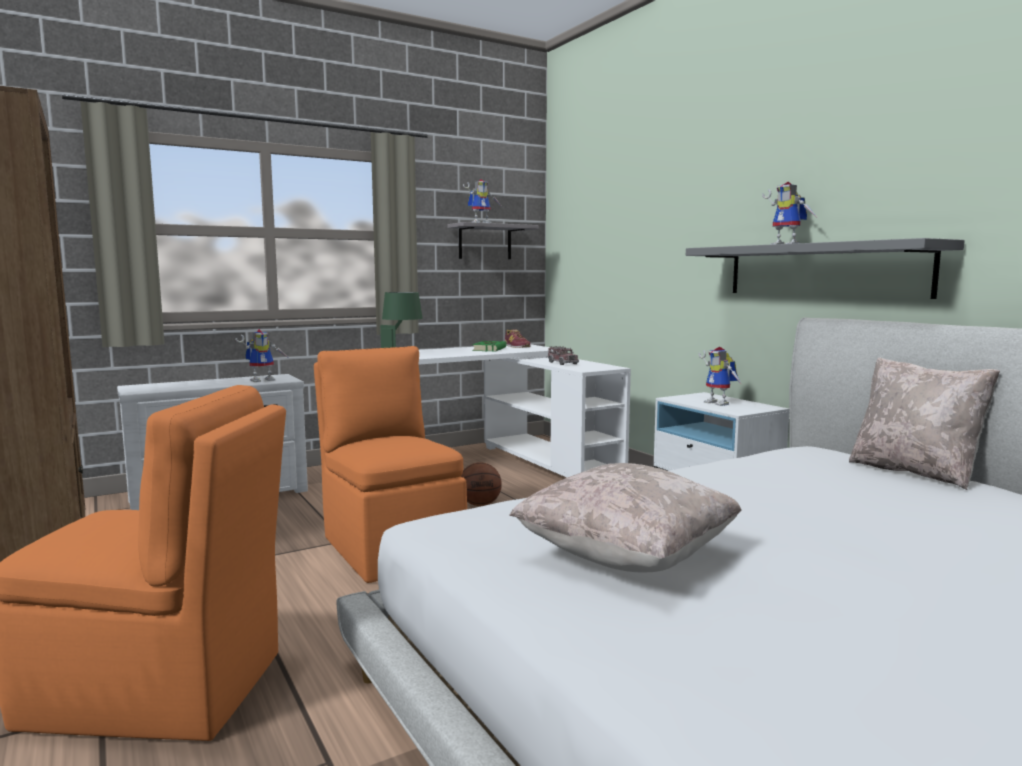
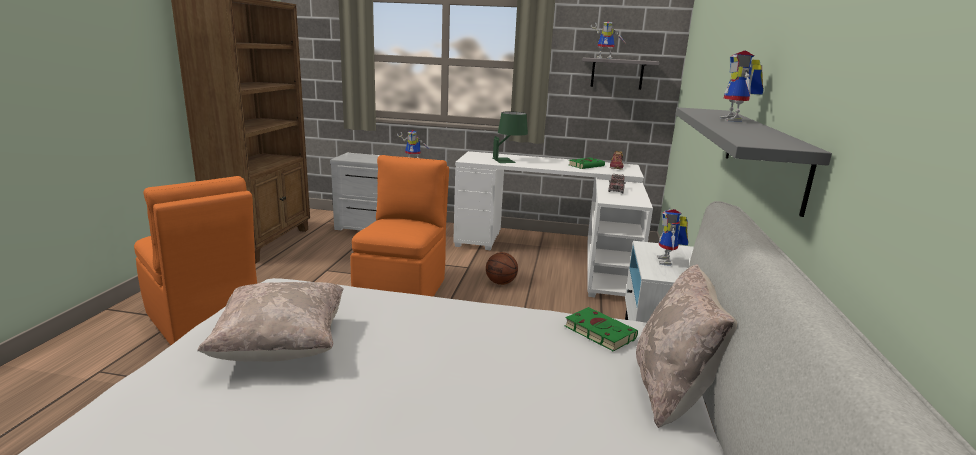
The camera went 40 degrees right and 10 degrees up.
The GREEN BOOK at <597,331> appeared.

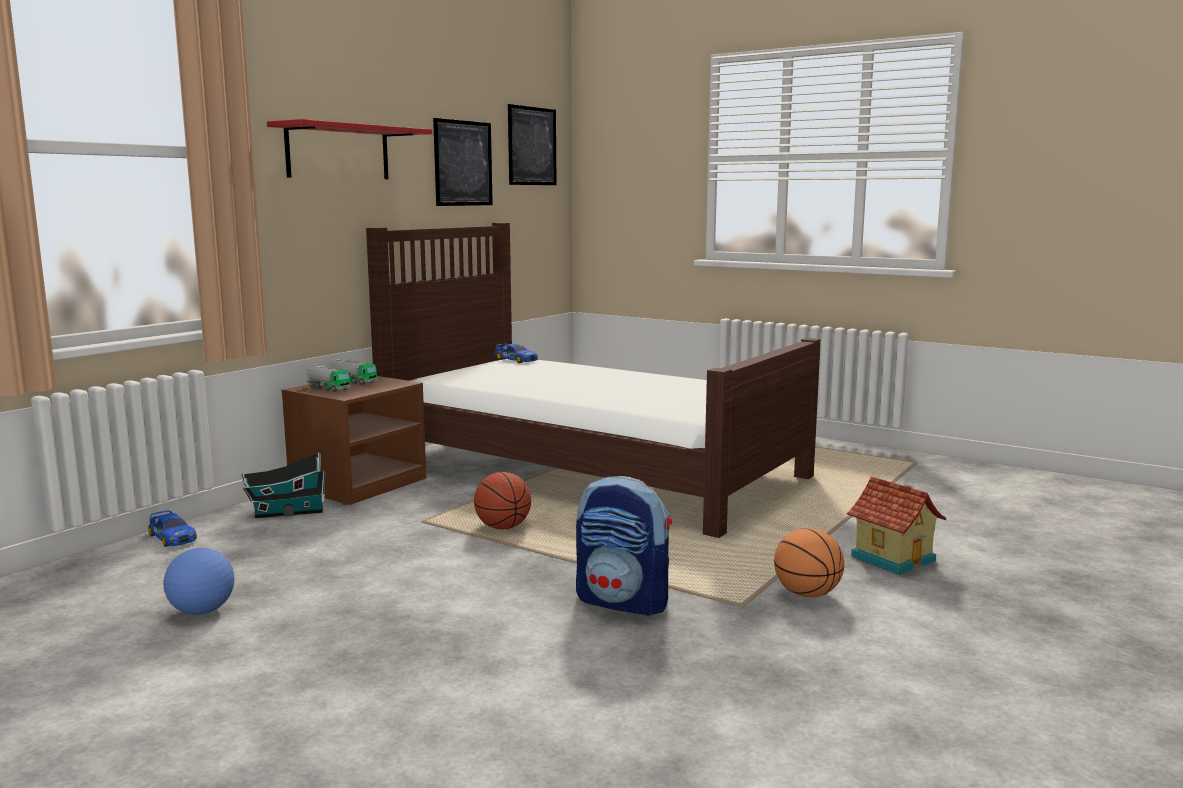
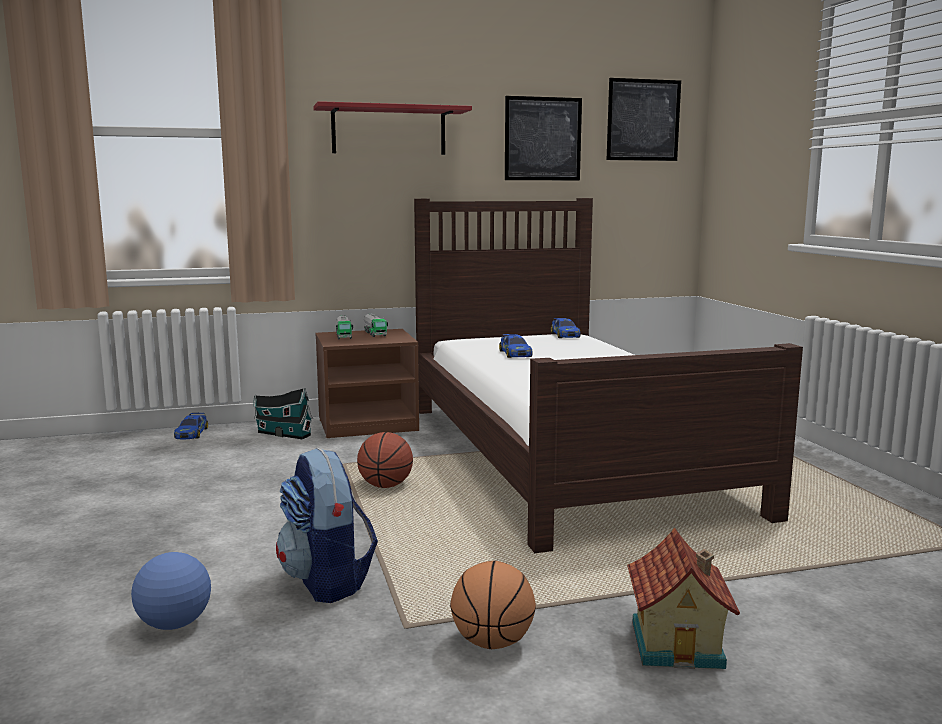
The camera went 40 degrees right and 0 degrees up.
The FOOTBALL moved from <201,611> to <174,624>.
The TOY CAR at <515,353> appeared.

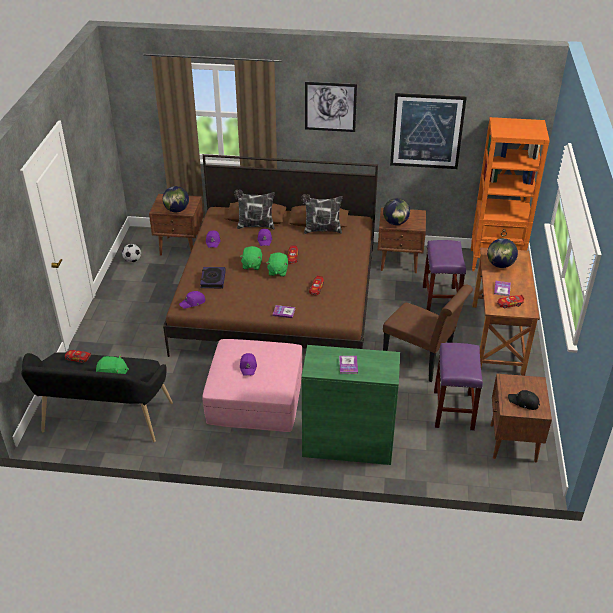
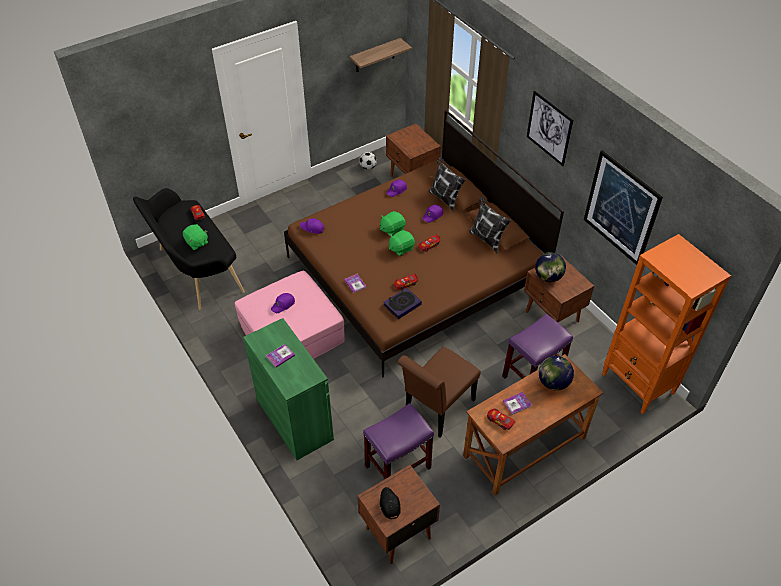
The camera went 50 degrees right and 10 degrees up.
The GLOBE at <177,210> disappeared.
The BOOK moved from <213,279> to <402,305>.
The BROWN CHAIR at <421,361> turned 45 degrees clockwise.
The SHELF at <375,55> appeared.

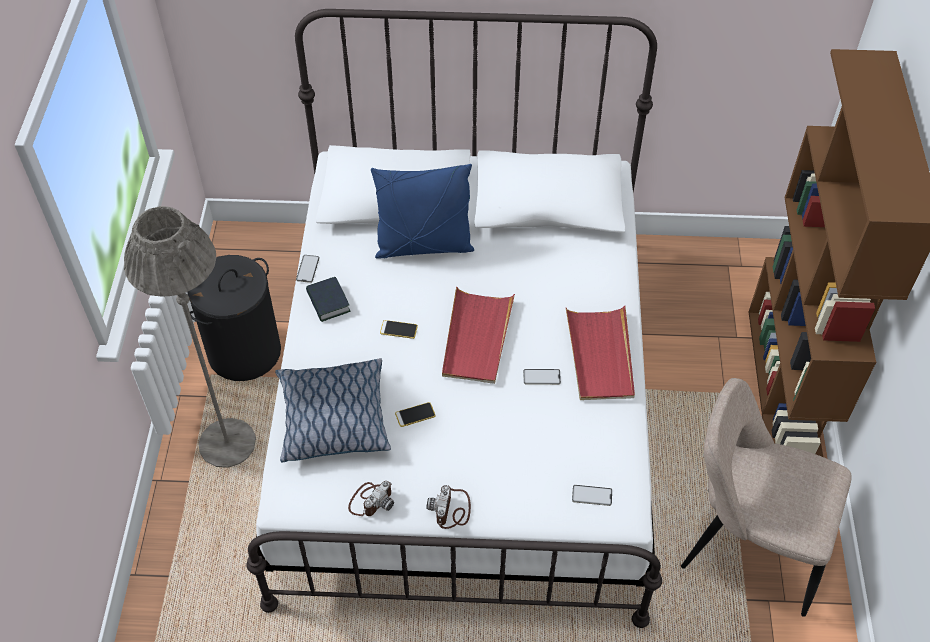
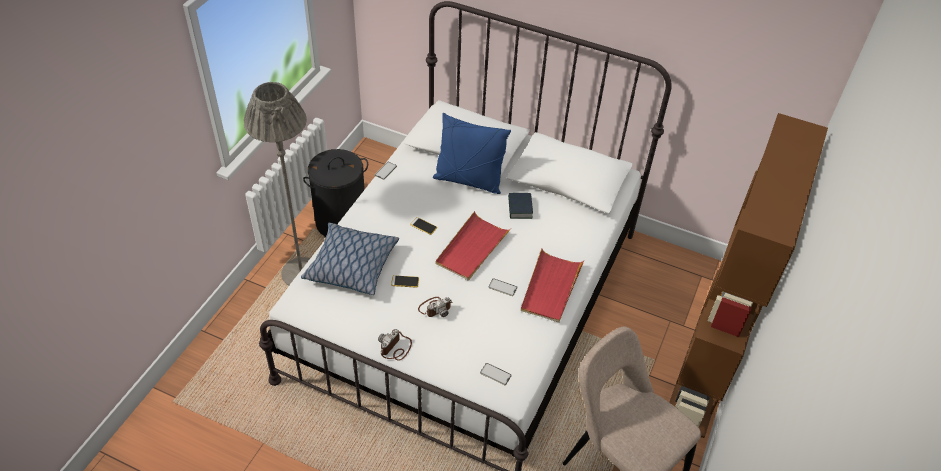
The camera went 20 degrees right and 5 degrees down.
The BOOK moved from <328,302> to <520,208>.
The PHOTO CAMERA moved from <371,500> to <435,308>.

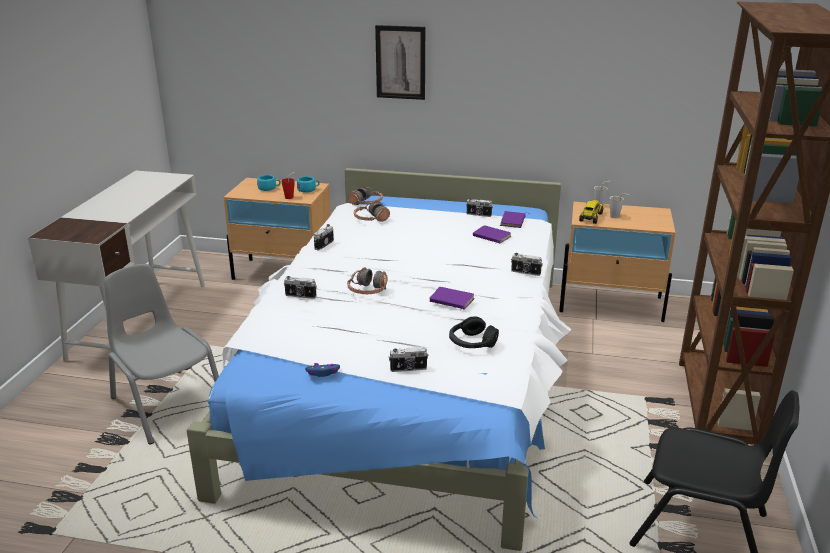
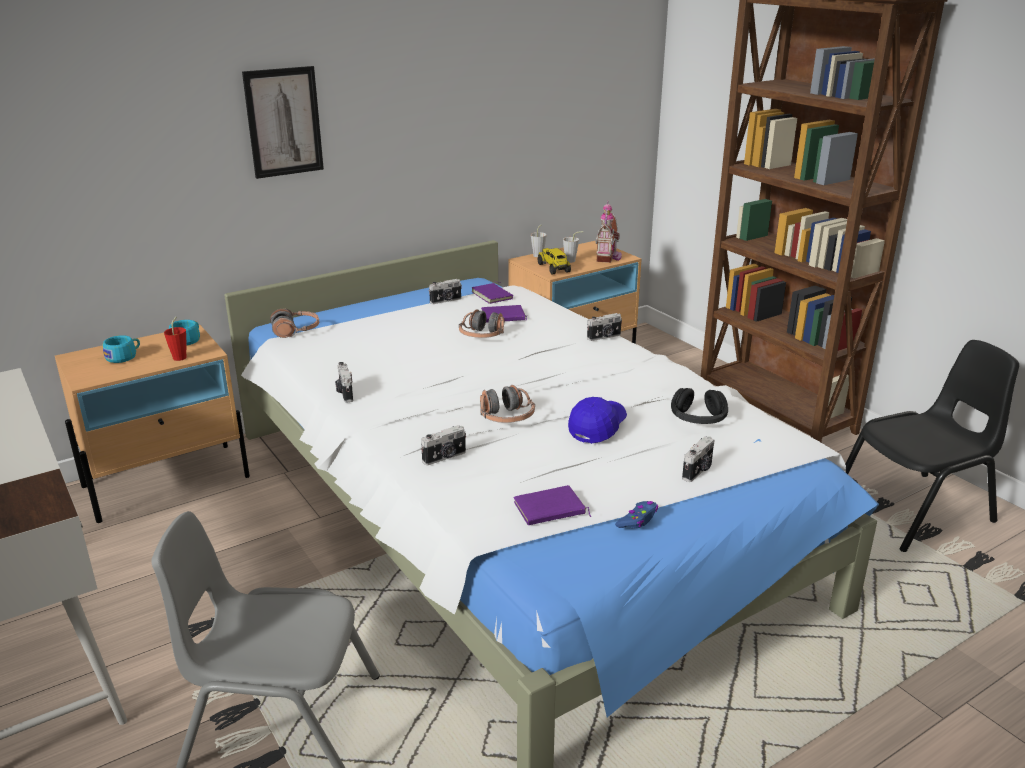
The camera went 45 degrees left and 0 degrees up.
The HEADPHONES moved from <371,219> to <482,335>.
The PURPLE BOOK moved from <451,301> to <550,510>.
The BLUE CAP at <597,428> appeared.
The TOY HOUSE at <609,257> appeared.

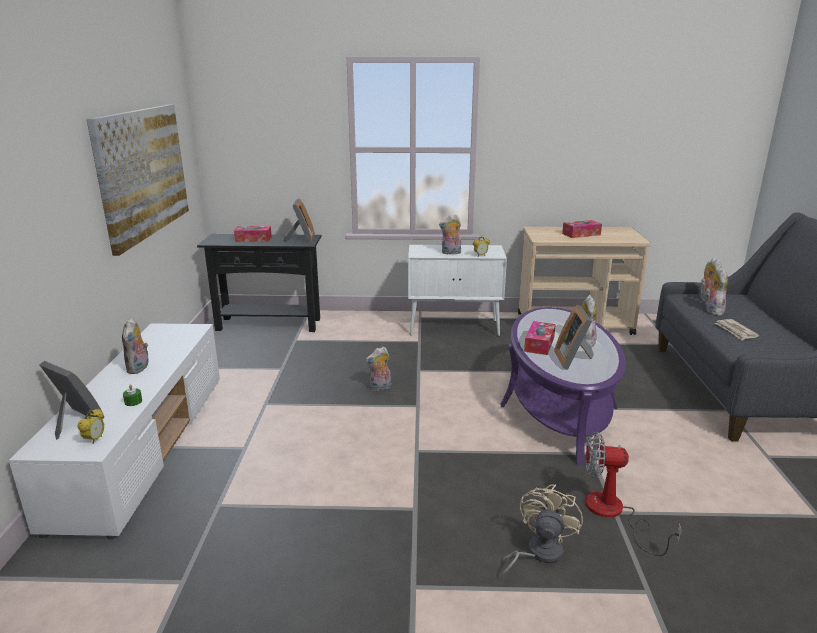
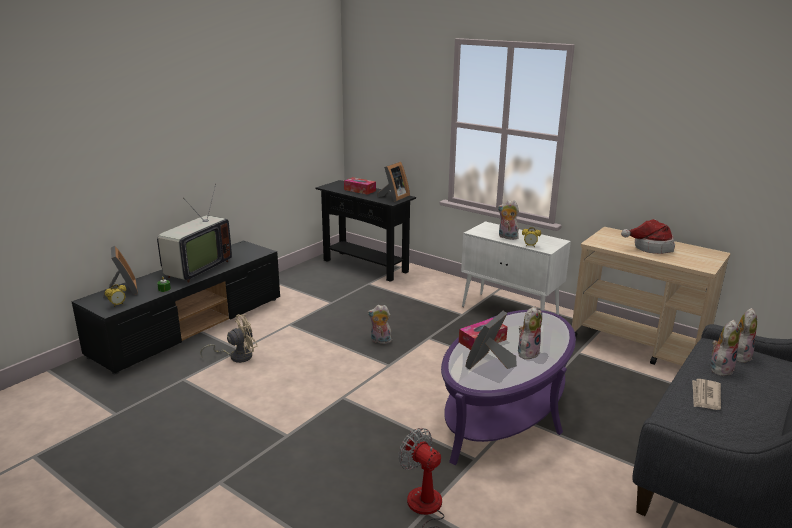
The camera went 35 degrees right and 0 degrees up.
The WHITE TV STAND at <144,445> became the BLACK TV STAND at <191,325>.
The PICTURE at <143,172> disappeared.
The PLUSH TOY at <139,368> was replaced by the TELEVISION at <195,269>.
The BEIGE FAN moved from <538,553> to <236,356>.
The TISSUE BOX at <581,234> was replaced by the HAT at <650,247>.

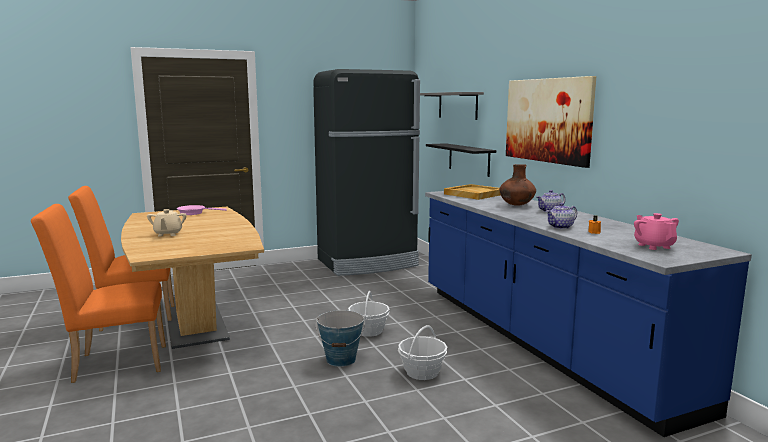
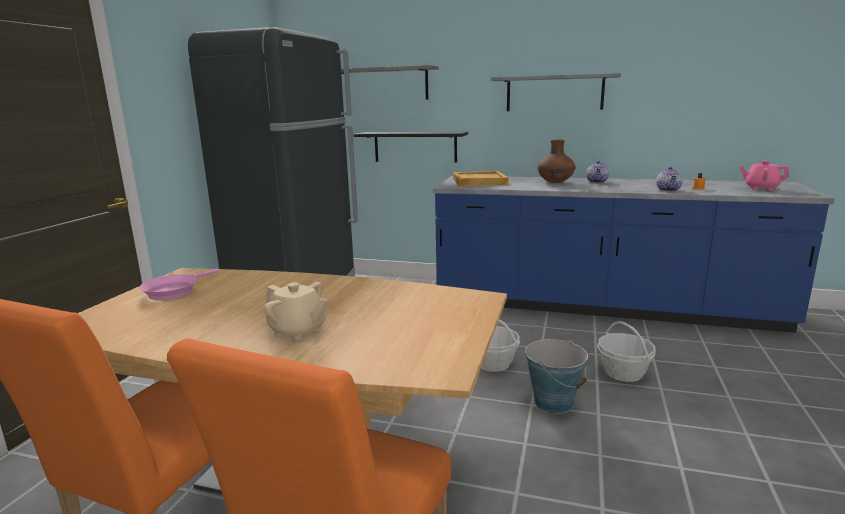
The camera went 50 degrees left and 5 degrees up.
The PICTURE at <547,120> was replaced by the GREY SHELF at <554,93>.

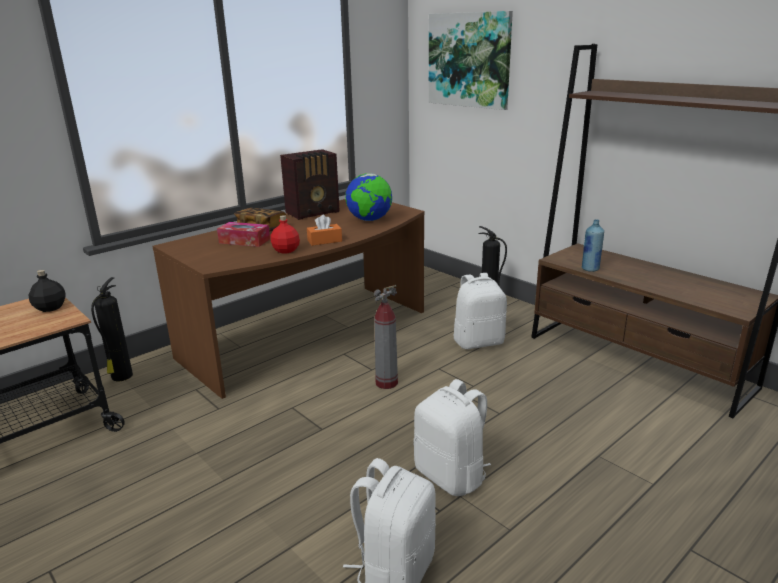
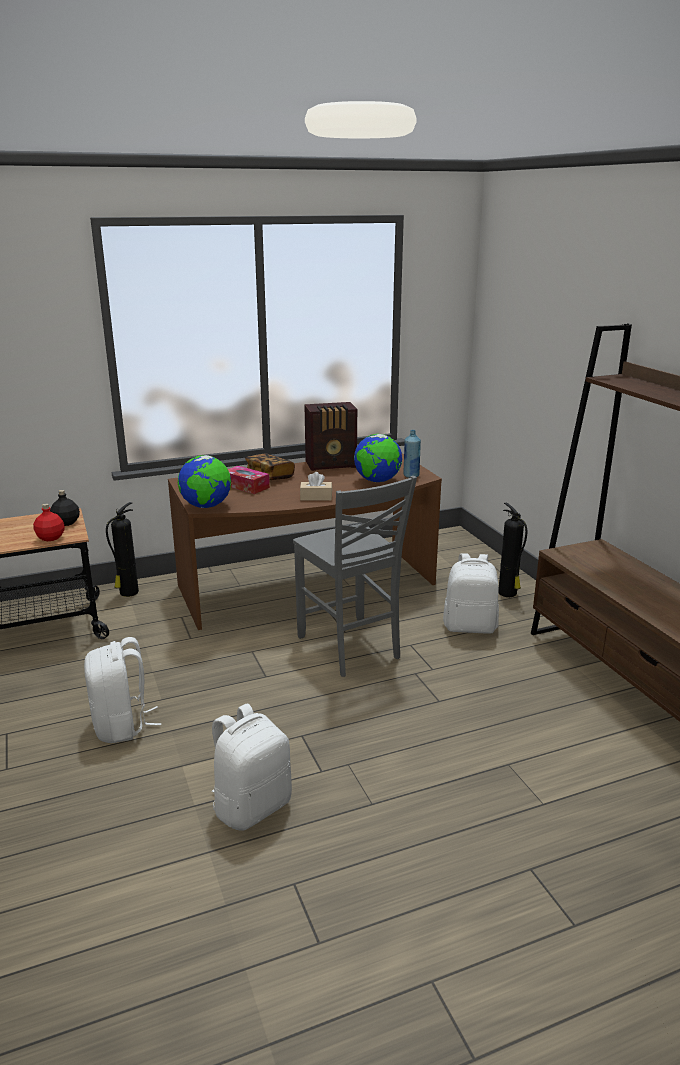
The camera went 20 degrees right and 0 degrees up.
The RED BOTTLE moved from <286,250> to <51,538>.
The ORANGE TISSUE BOX at <324,241> became the BEIGE TISSUE BOX at <316,497>.
The FIRE EXTINGUISHER at <386,383> was replaced by the GREY CHAIR at <350,648>.
The WHITE BACKPACK moved from <451,476> to <122,725>.
The PICTURE at <469,60> disappeared.
The BLUE BOTTLE moved from <590,269> to <411,476>.
The GLOBE at <206,506> appeared.

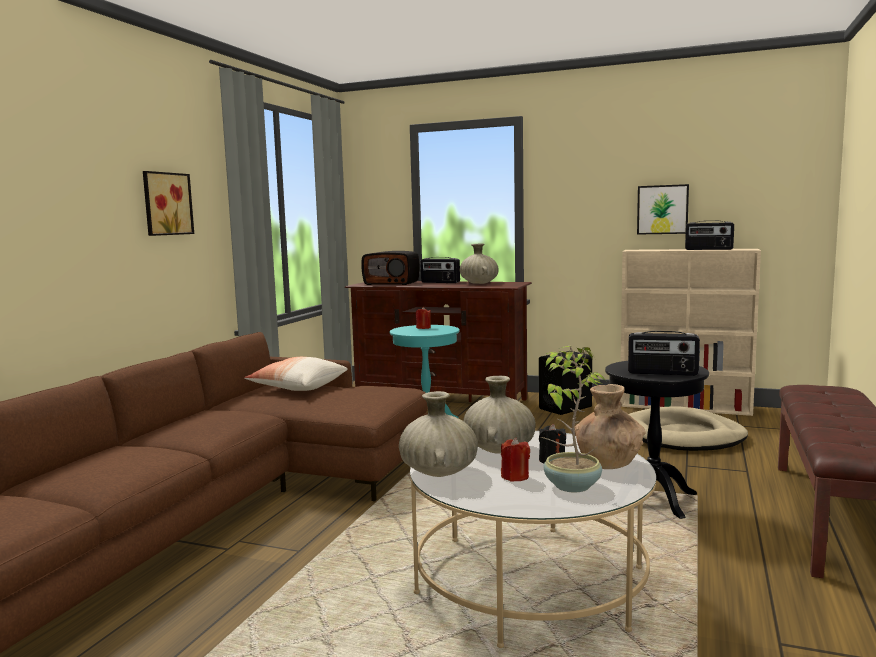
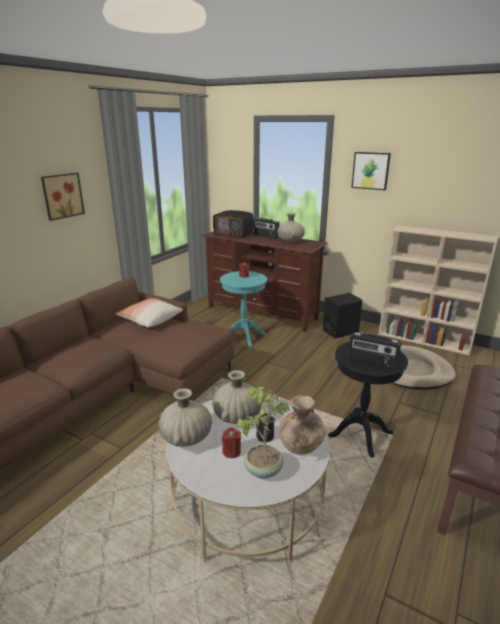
The camera went 10 degrees right and 15 degrees up.
The PICTURE moved from <662,209> to <371,170>.
The RADIO at <708,249> disappeared.

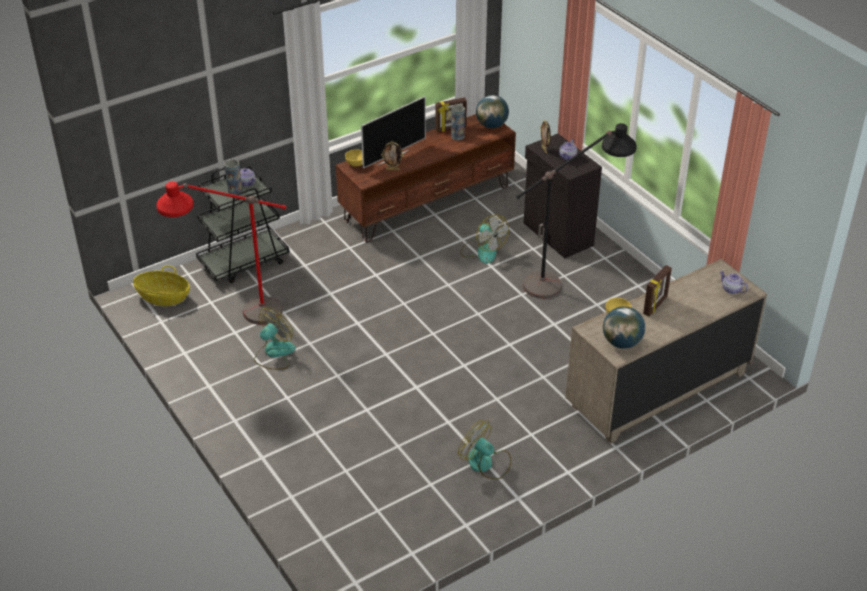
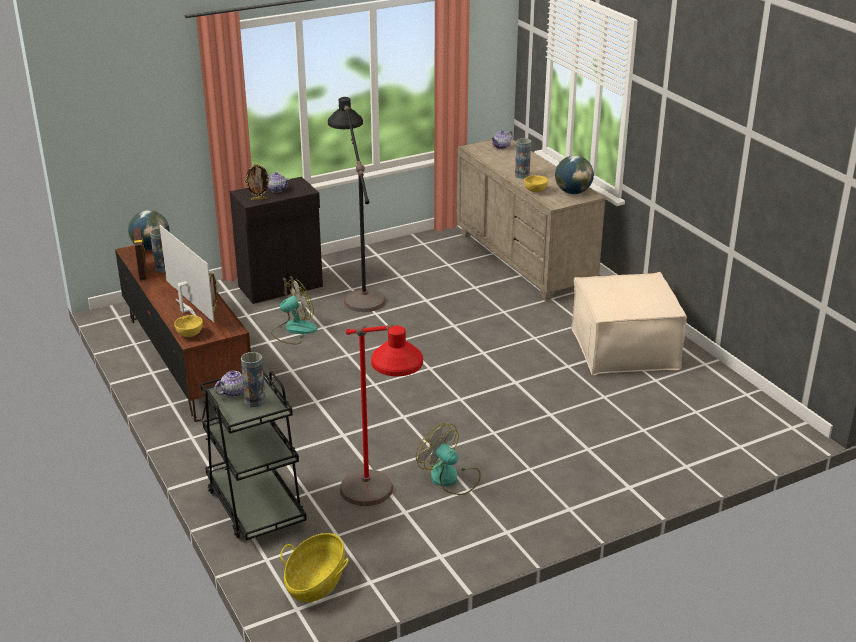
The camera went 85 degrees left and 10 degrees down.
The FAN at <486,463> was replaced by the BEIGE OTTOMAN at <624,349>.
The PICTURE FRAME at <655,306> was replaced by the VASE at <522,175>.

